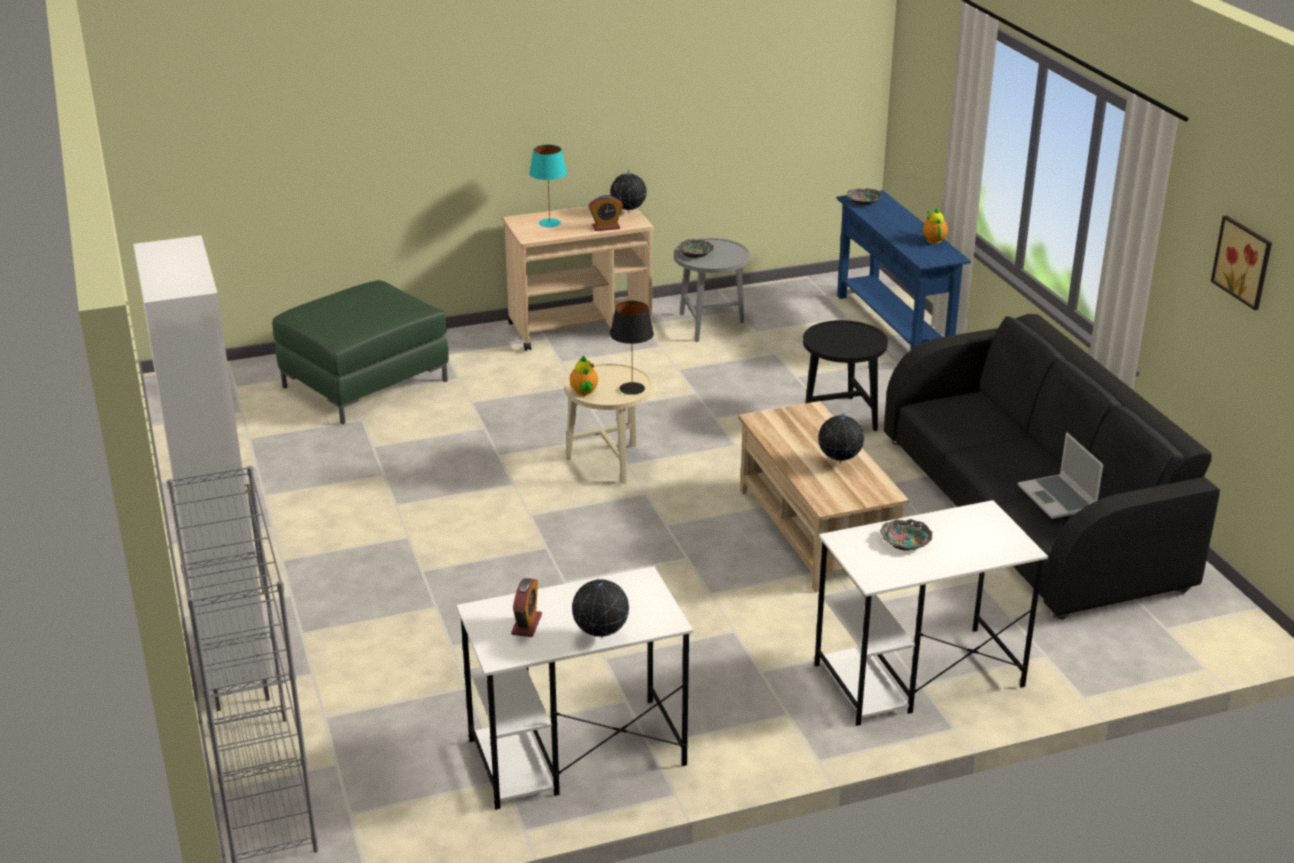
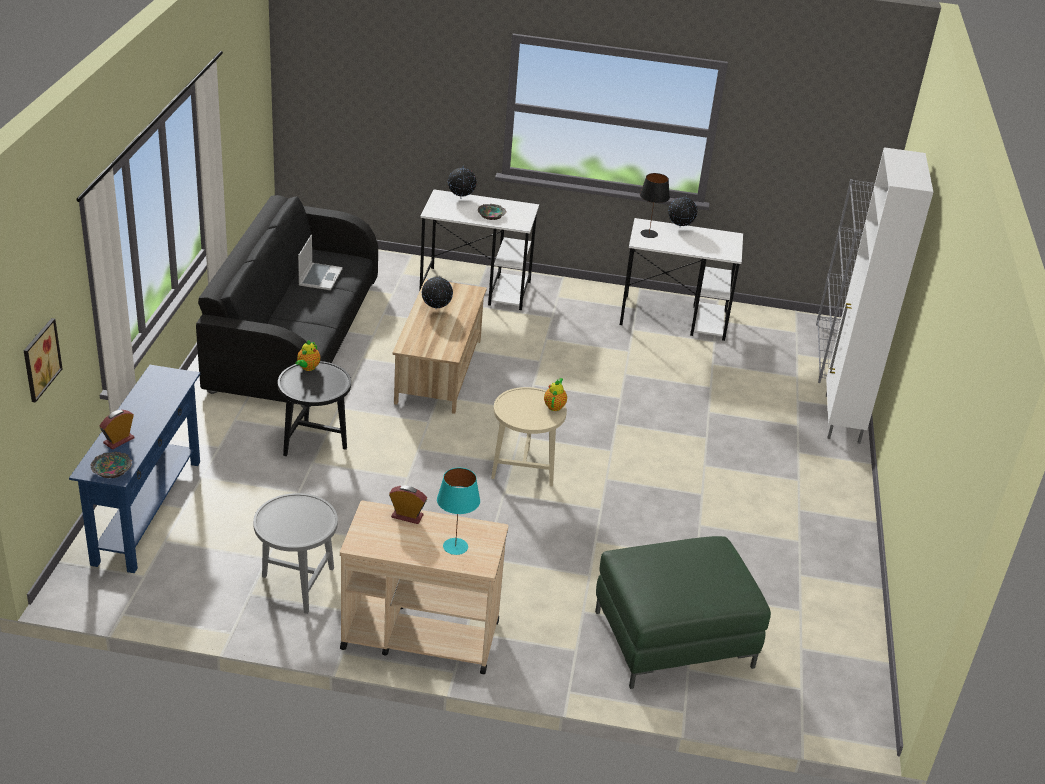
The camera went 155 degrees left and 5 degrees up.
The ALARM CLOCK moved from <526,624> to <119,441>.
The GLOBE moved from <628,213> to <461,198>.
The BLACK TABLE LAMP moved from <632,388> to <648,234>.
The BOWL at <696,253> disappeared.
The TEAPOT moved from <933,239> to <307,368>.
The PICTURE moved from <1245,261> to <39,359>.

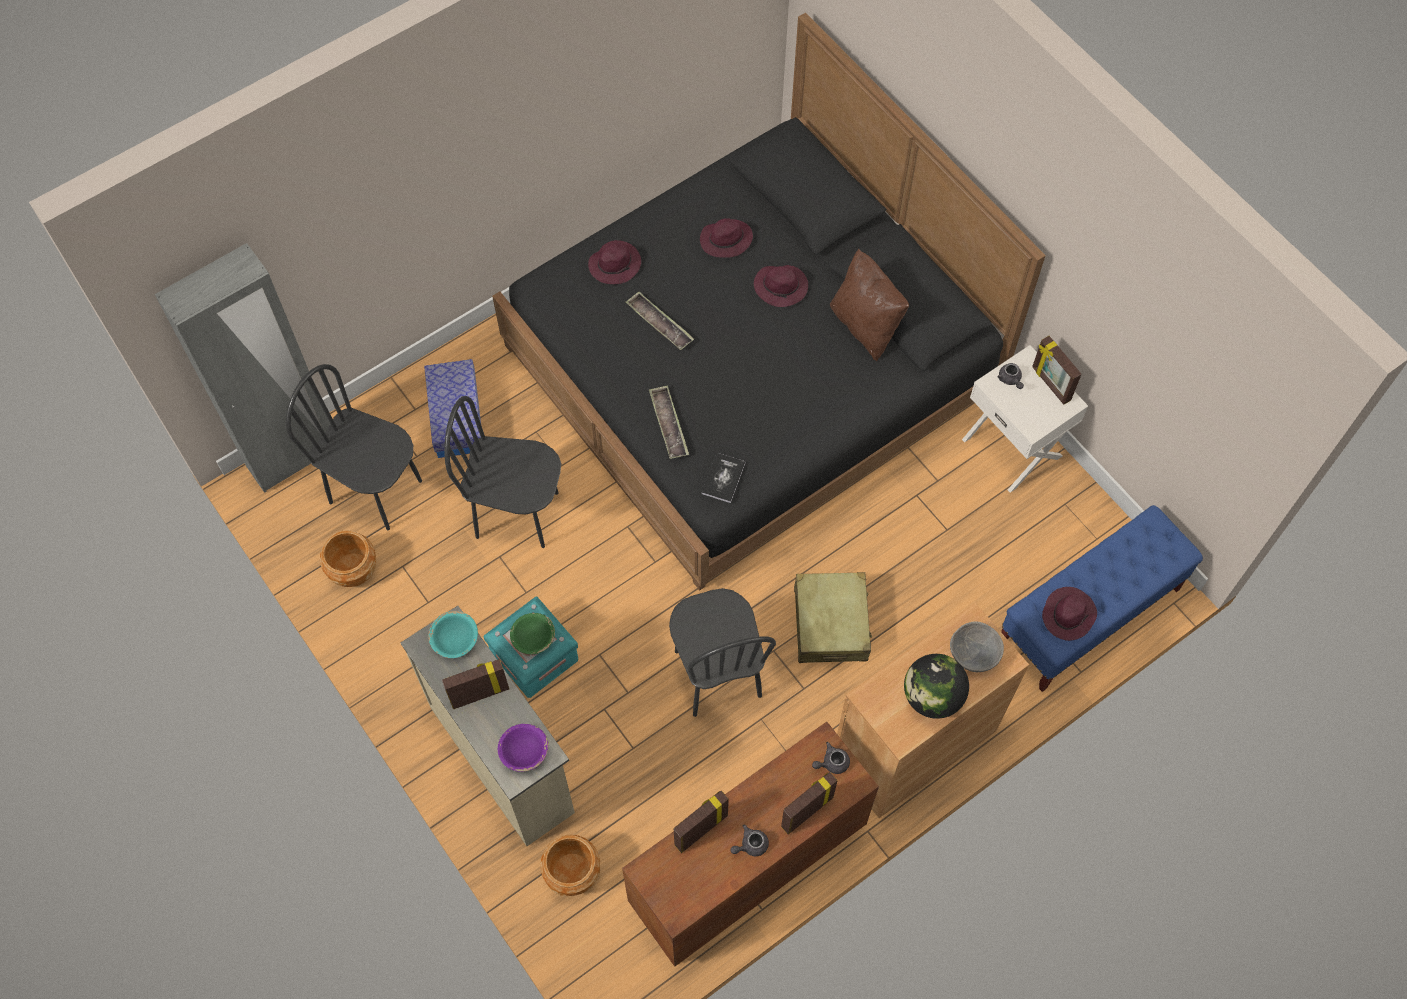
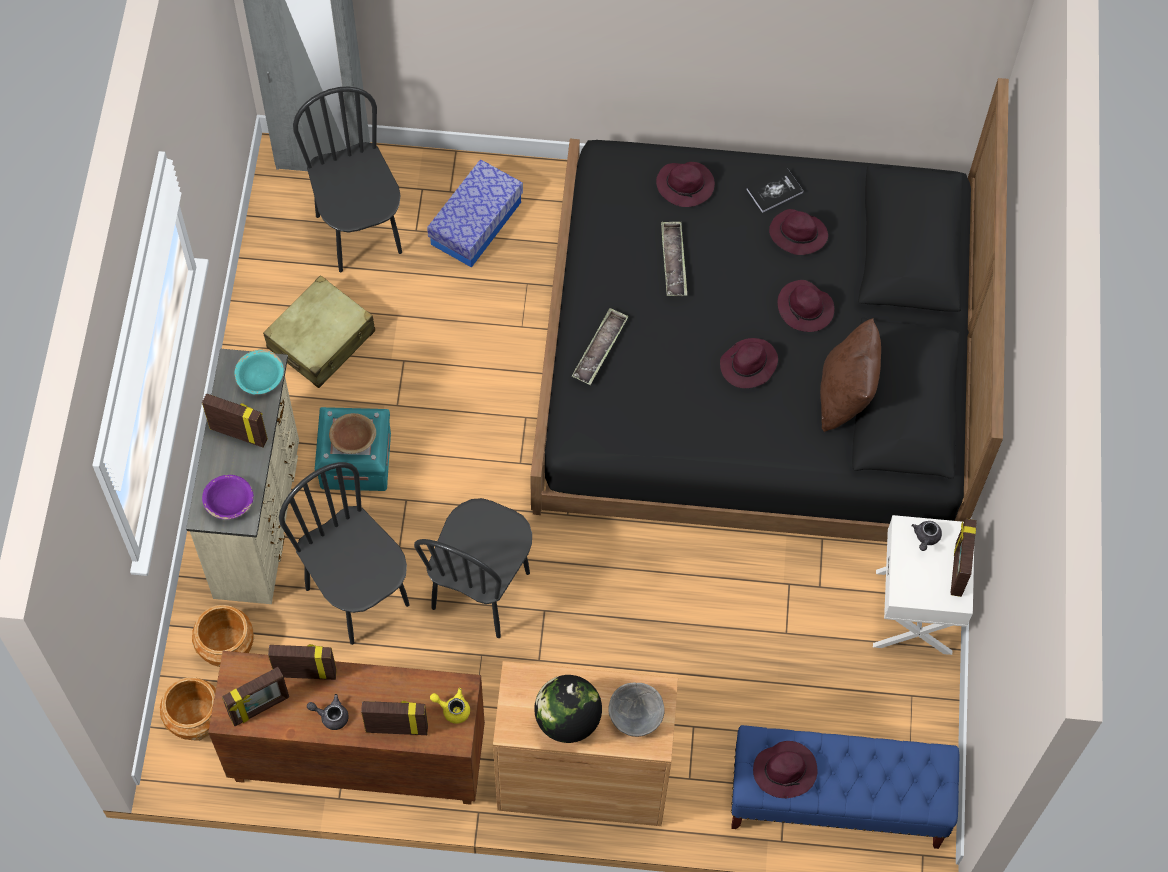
The camera went 40 degrees right and 0 degrees up.
The BROWN PLANTER moved from <353,570> to <195,719>.
The BLACK CHAIR moved from <517,513> to <358,596>.
The GREEN BOWL at <533,638> became the BROWN BOWL at <353,439>.
The BOOK moved from <723,478> to <774,191>.
The BEIGE SUITCASE moved from <830,623> to <321,340>.
The GREY TEAPOT at <831,763> became the YELLOW TEAPOT at <452,709>.
The PICTURE FRAME at <260,708> appeared.
The PURPLE HAT at <748,366> appeared.

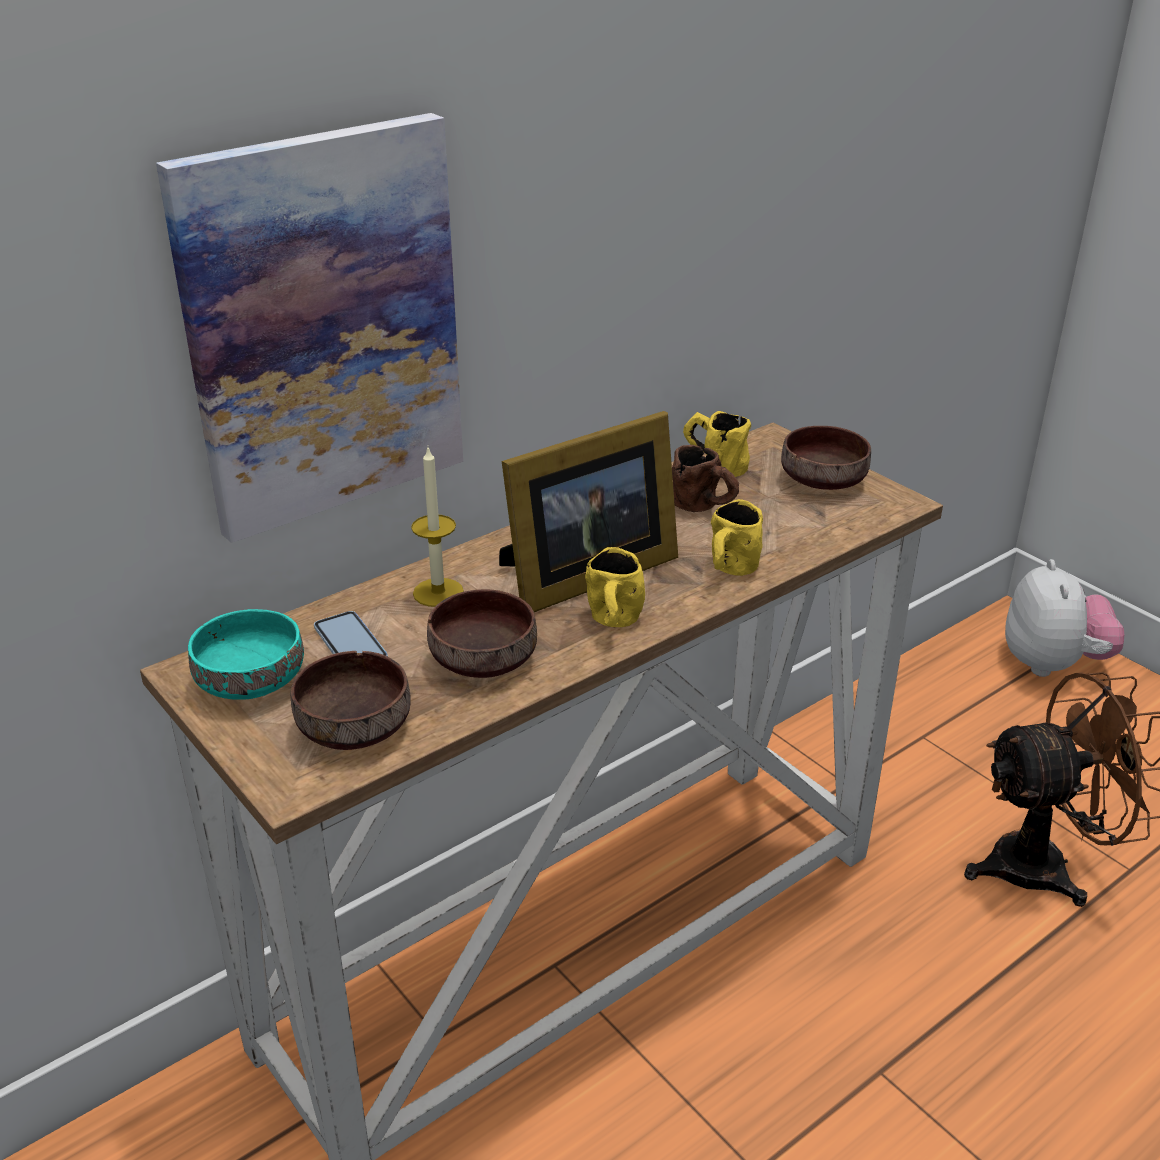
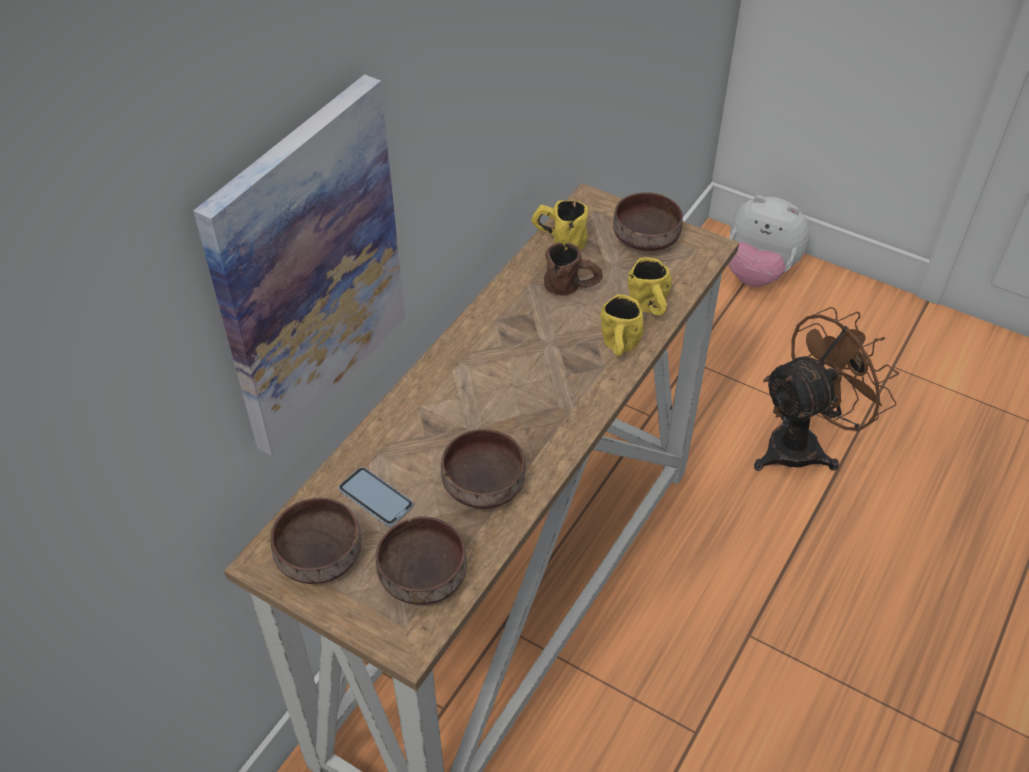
The camera went 20 degrees left and 15 degrees up.
The TURQUOISE BOWL at <250,679> became the BROWN BOWL at <318,554>.
The CANDLE at <438,592> disappeared.
The PICTURE FRAME at <583,576> disappeared.
The YELLOW MUG moved from <614,624> to <650,309>.
The PLUSH TOY at <1052,664> turned 135 degrees clockwise.

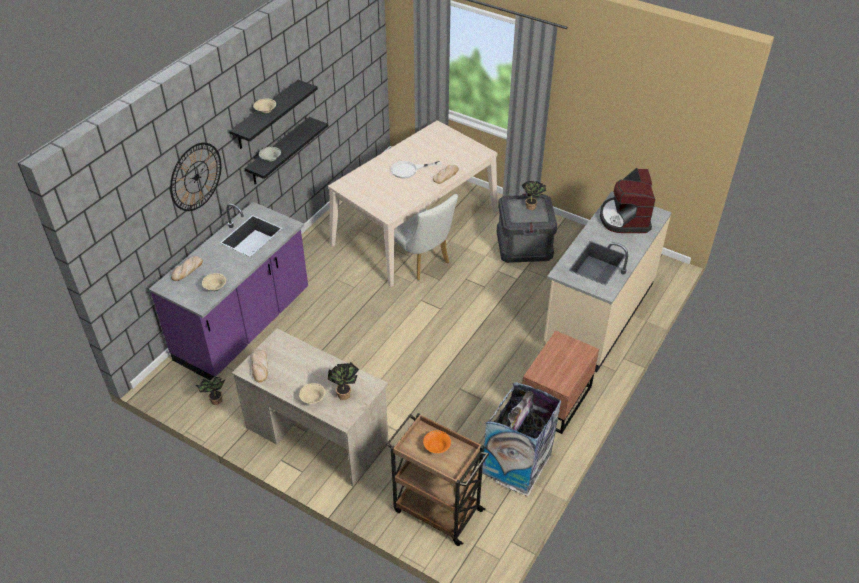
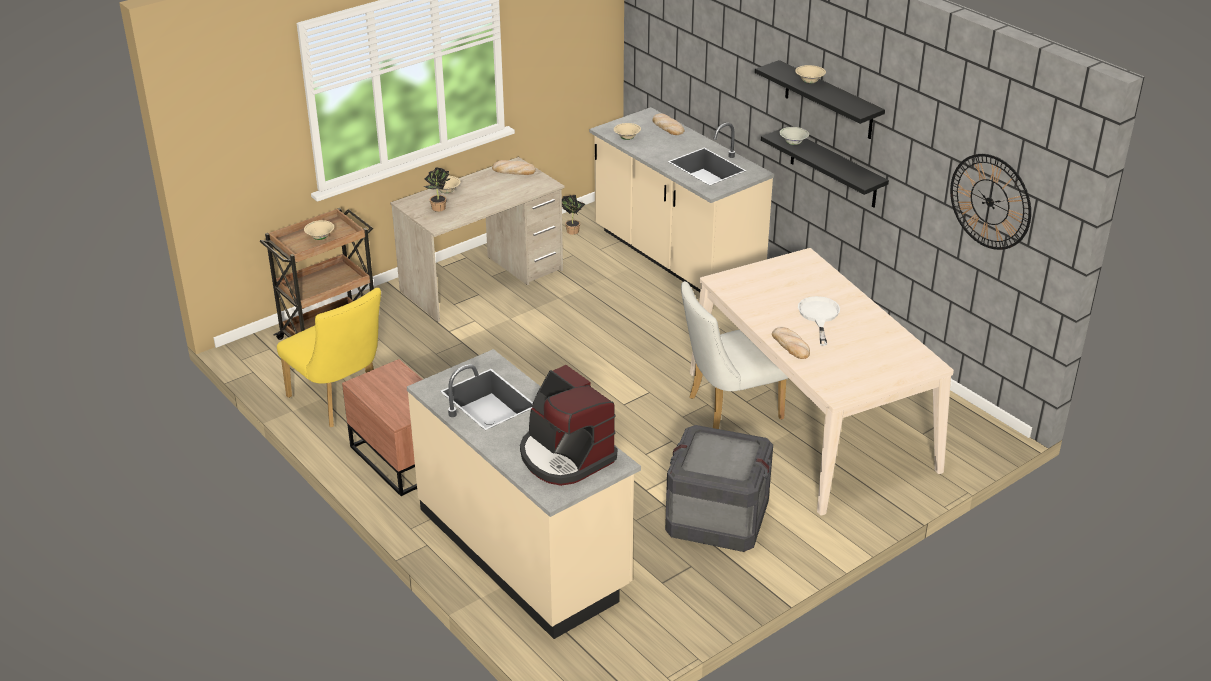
The camera went 110 degrees right and 10 degrees down.
The PURPLE COUNTER at <244,326> became the BEIGE COUNTER at <675,259>.
The WALL CLOCK moved from <196,177> to <990,201>.
The ORANGE BOWL at <436,448> became the BEIGE BOWL at <320,238>.
The TRASH CAN at <517,462> was replaced by the YELLOW CHAIR at <340,402>.
The POTTED PLANT at <532,206> disappeared.
The COFFEE MACHINE at <625,218> turned 150 degrees counterclockwise.

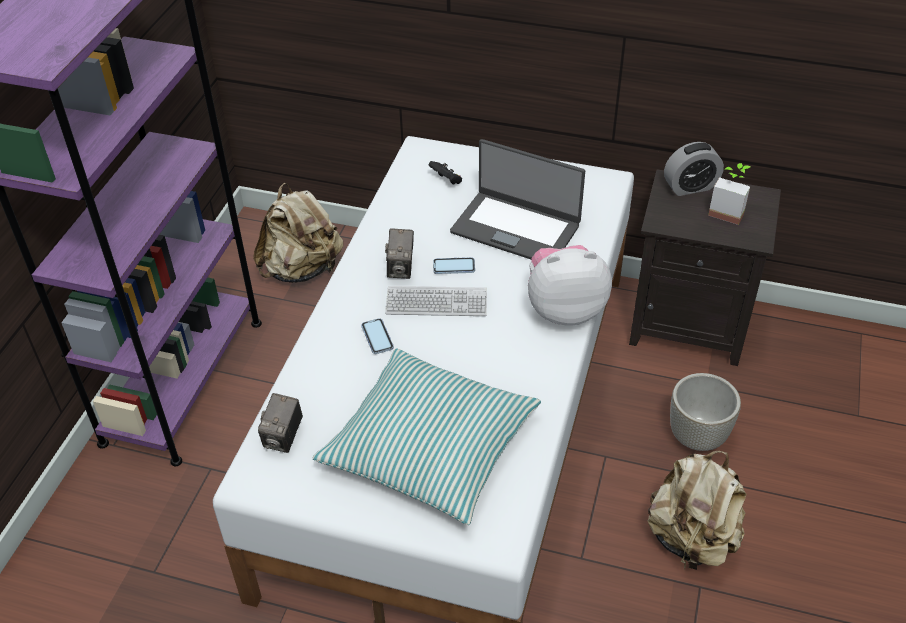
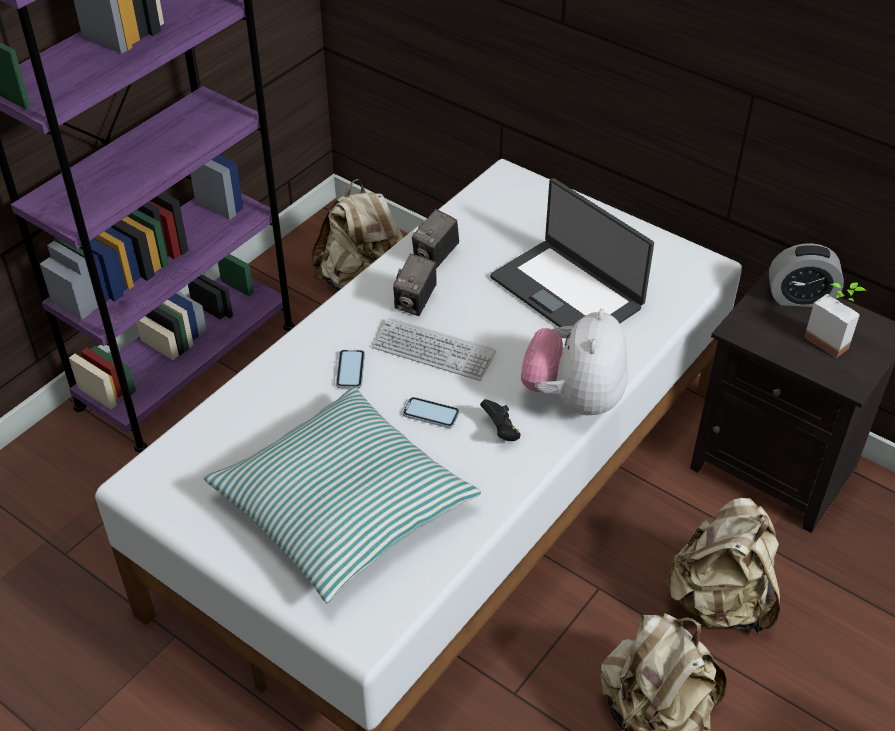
The camera went 20 degrees right and 0 degrees up.
The PHOTO CAMERA moved from <283,437> to <436,257>.
The BLACK GAME CONTROLLER moved from <446,180> to <501,431>.
The PHONE moved from <454,267> to <431,414>.
The PLUSH TOY at <564,309> turned 90 degrees counterclockwise.
The GREY PLANTER at <697,437> was replaced by the BEIGE BACKPACK at <720,601>.

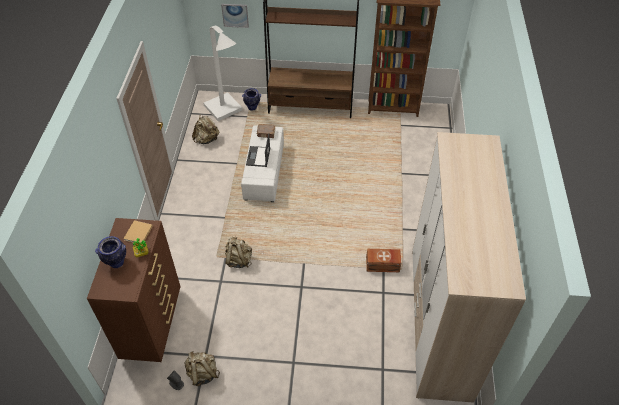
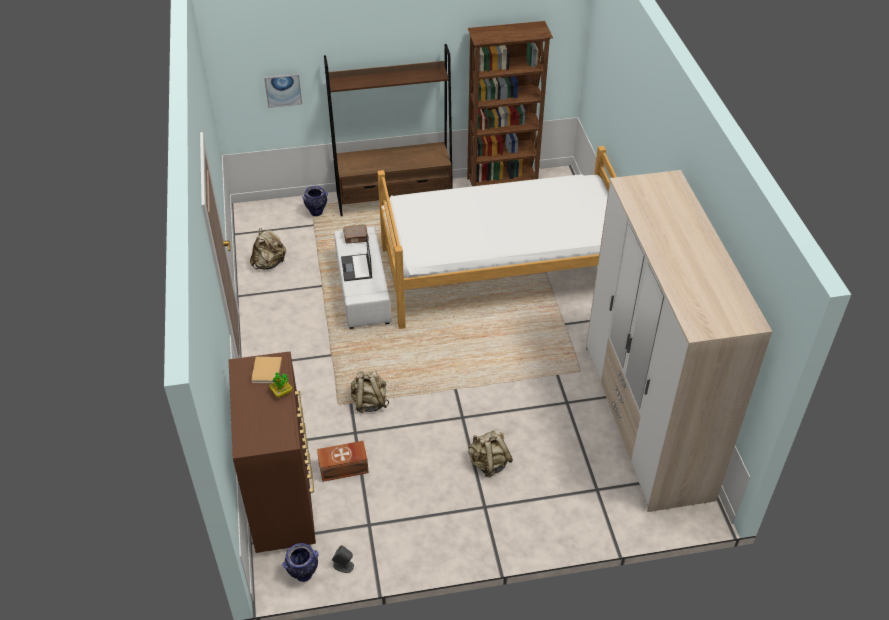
The camera went 15 degrees left and 5 degrees down.
The VASE moved from <116,263> to <303,575>.
The BEIGE BACKPACK moved from <202,373> to <489,463>.
The WHITE FLOOR LAMP at <226,111> disappeared.
The BROWN STORAGE BOX moved from <383,265> to <344,468>.
The BED at <502,273> appeared.

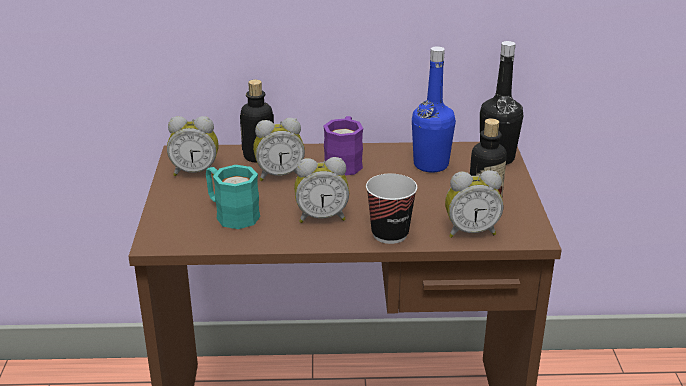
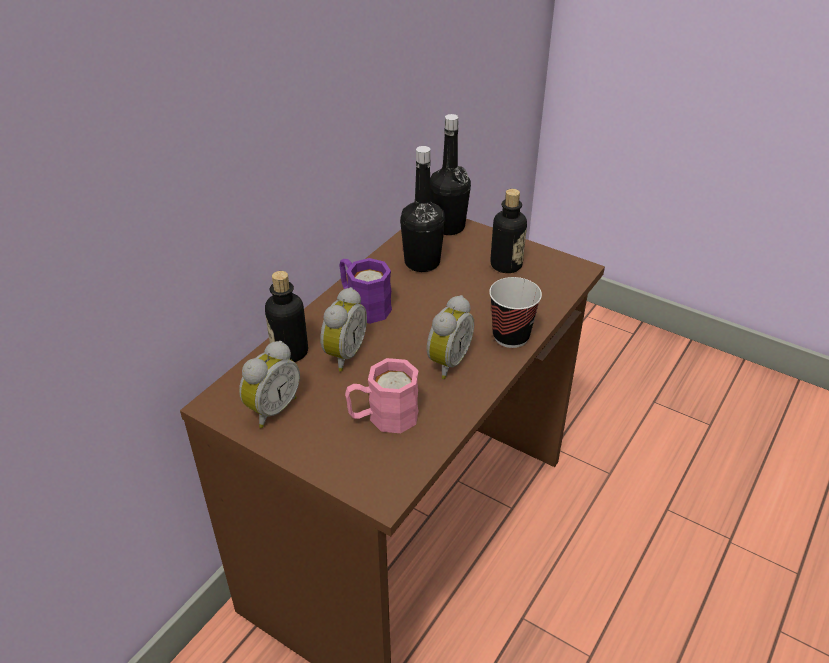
The camera went 55 degrees left and 10 degrees up.
The TURQUOISE MUG at <231,214> became the PINK MUG at <383,417>.
The BLUE BOTTLE at <431,165> became the BLACK BOTTLE at <422,262>.
The ALARM CLOCK at <470,231> disappeared.

